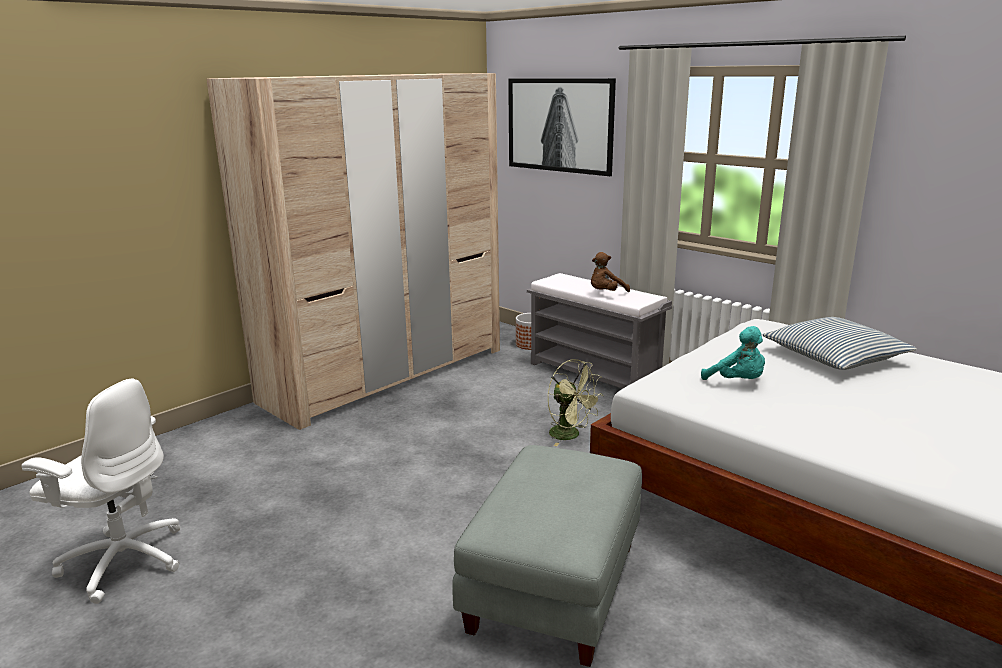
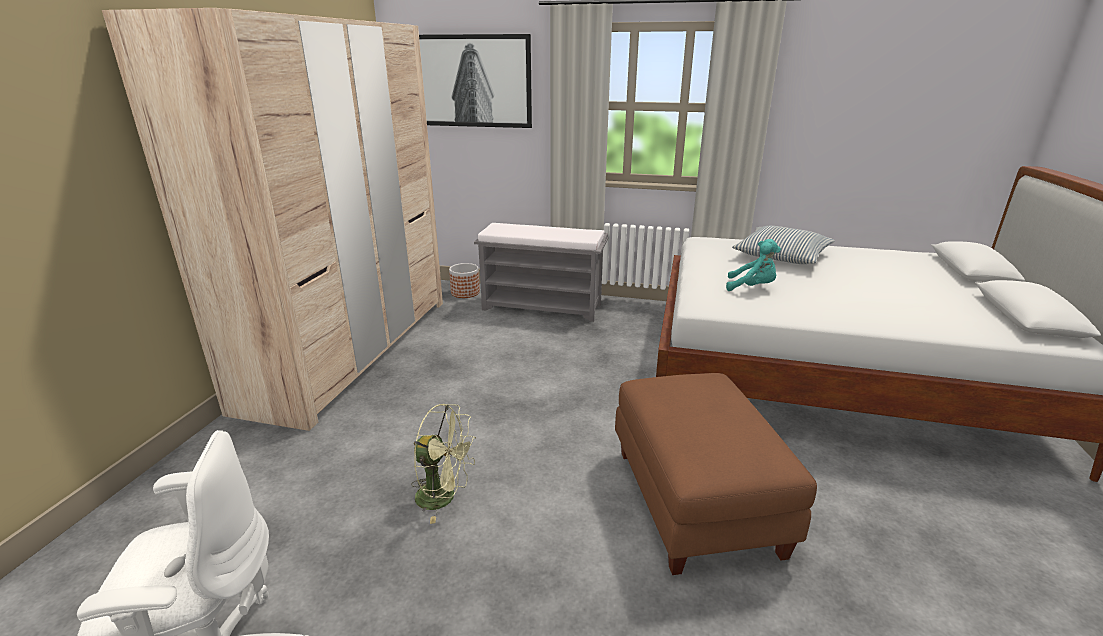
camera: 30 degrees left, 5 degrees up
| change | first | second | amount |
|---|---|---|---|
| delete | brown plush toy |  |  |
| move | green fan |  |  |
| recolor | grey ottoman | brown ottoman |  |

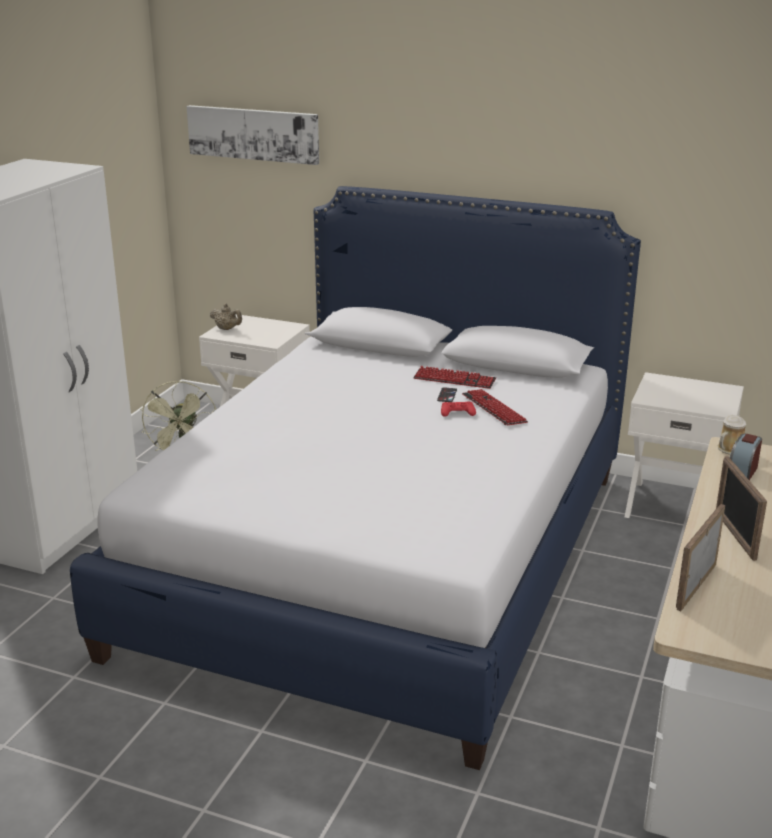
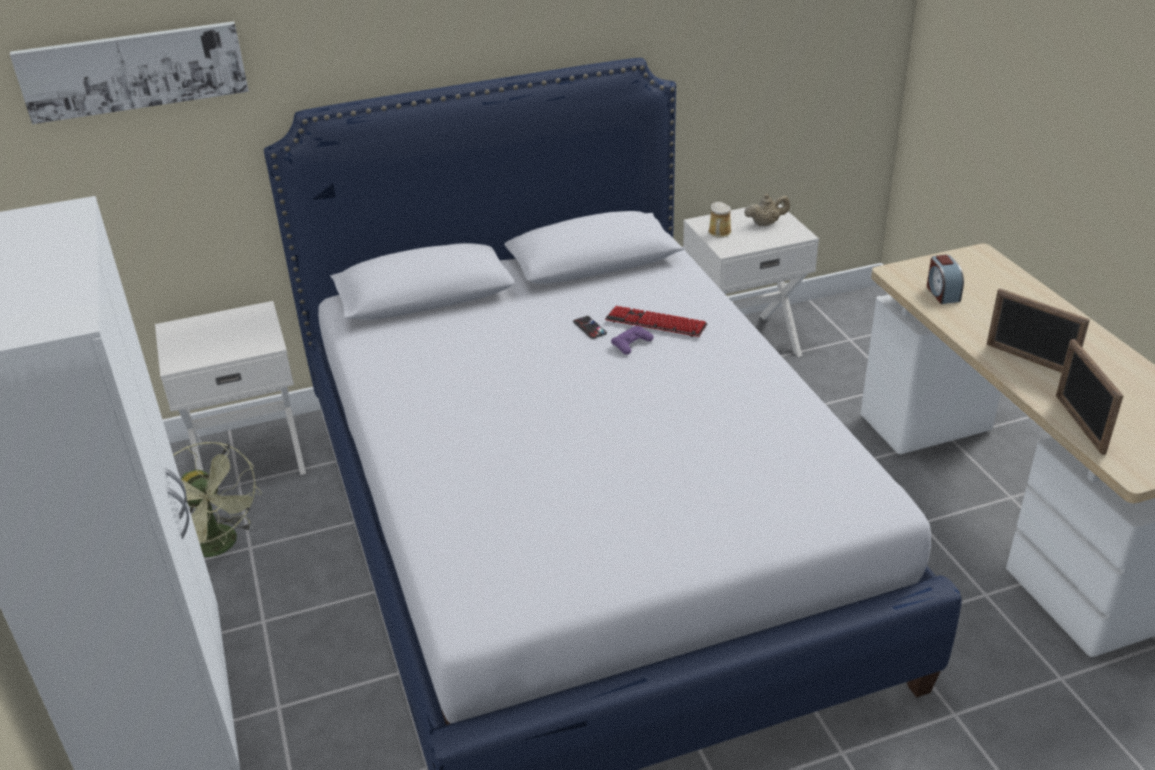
camera: 40 degrees left, 10 degrees up
| change | first | second | amount |
|---|---|---|---|
| delete | keyboard (1st from left) |  |  |
| move | beige teapot |  |  |
| move | mug |  |  |
| recolor | red game controller | purple game controller |  |

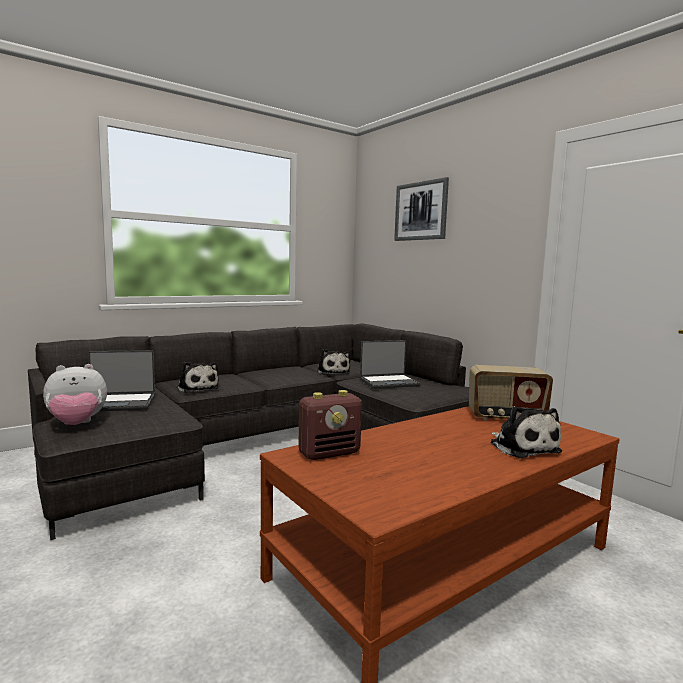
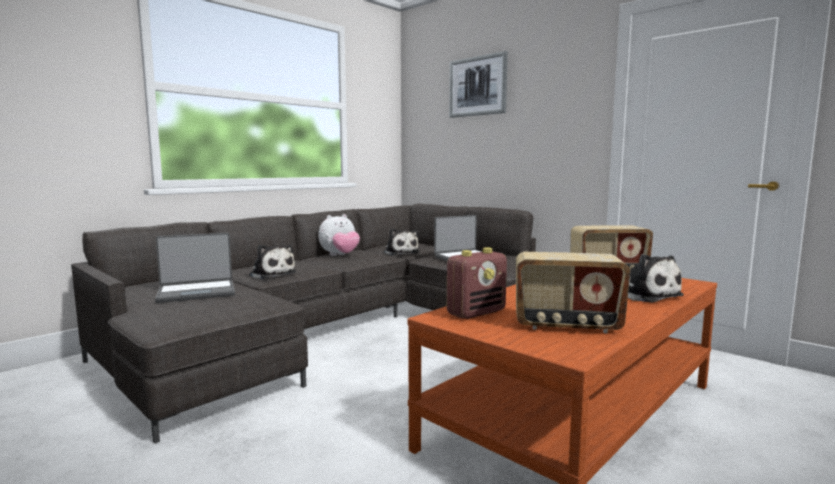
camera: 10 degrees left, 0 degrees up
| change | first | second | amount |
|---|---|---|---|
| insert |  | radio (2nd from left) |  |
| move | plush toy (1st from left in the first image) | plush toy (2nd from left) |  |

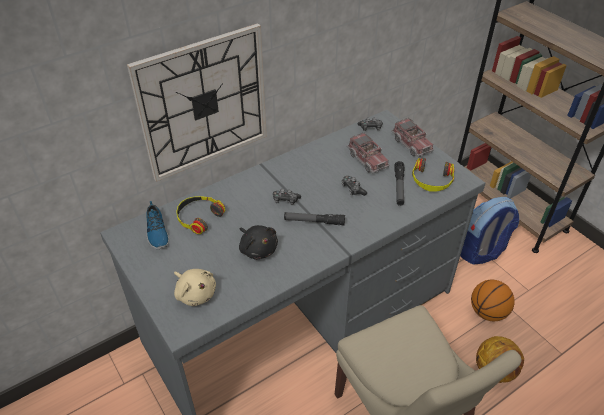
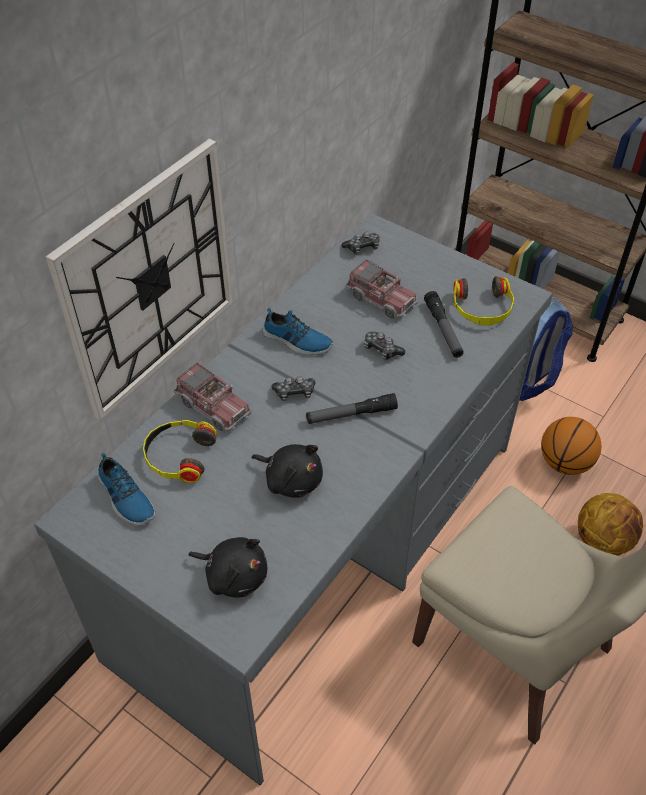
camera: 20 degrees left, 5 degrees up
| change | first | second | amount |
|---|---|---|---|
| insert |  | shoe (2nd from left) |  |
| move | toy truck (2nd from left in the first image) | toy truck (1st from left) |  |
| recolor | beige plush toy | black plush toy (1st from left) |  |

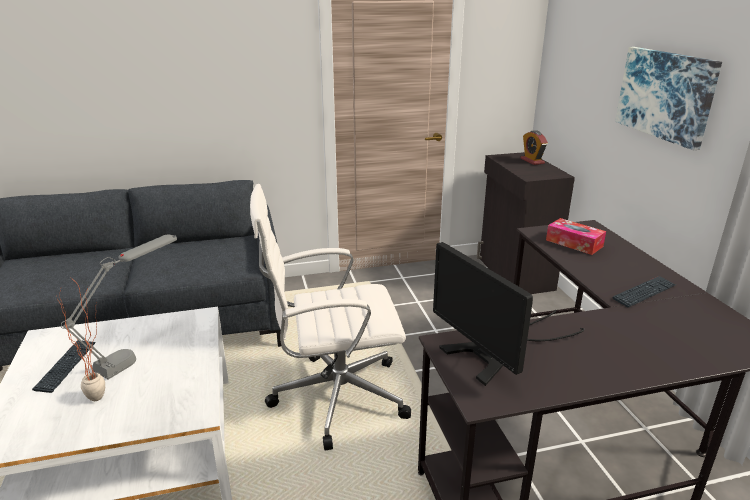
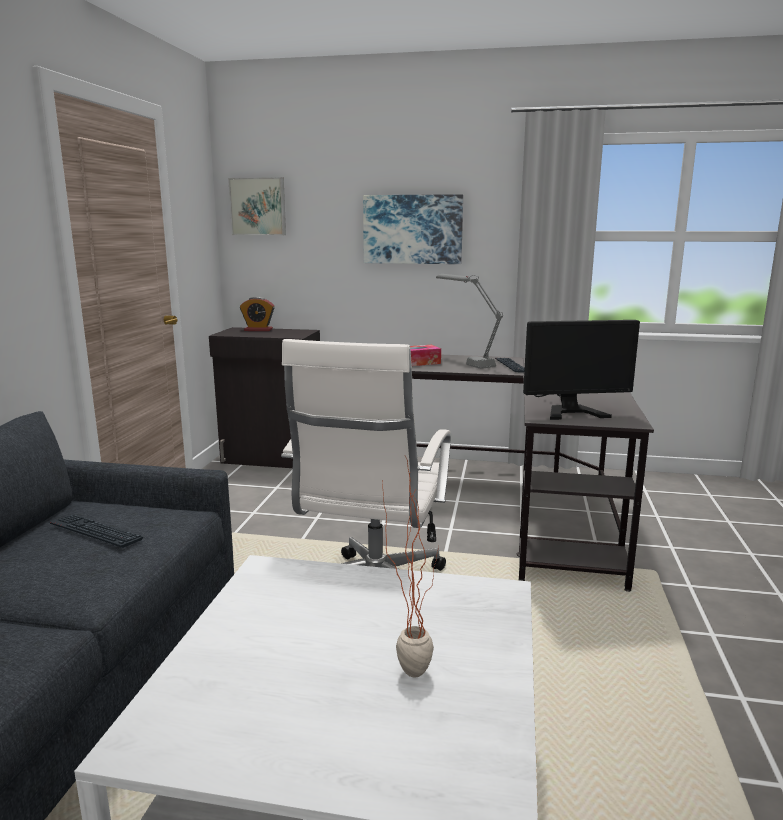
camera: 65 degrees left, 10 degrees down
| change | first | second | amount |
|---|---|---|---|
| insert |  | picture (1st from left) |  |
| move | keyboard (1st from left) |  |  |
| move | grey table lamp |  |  |

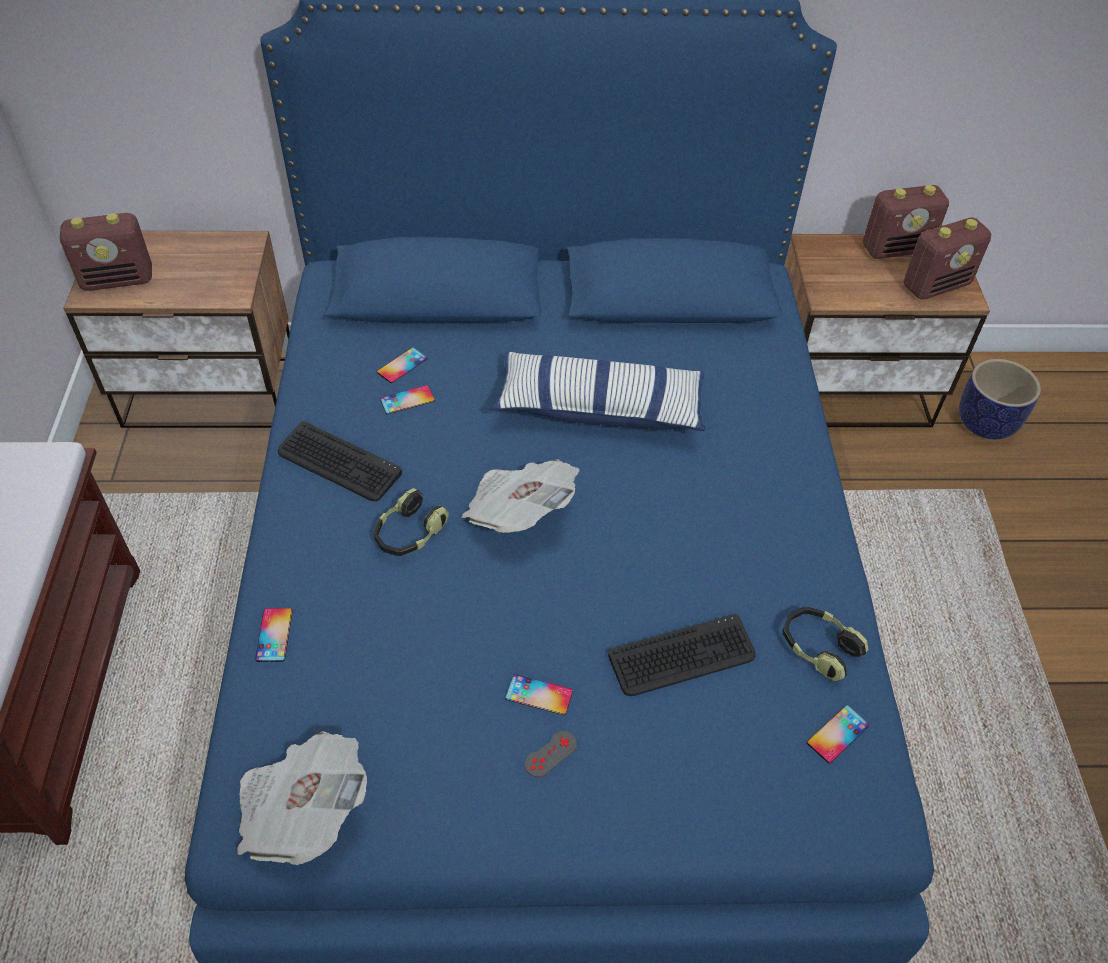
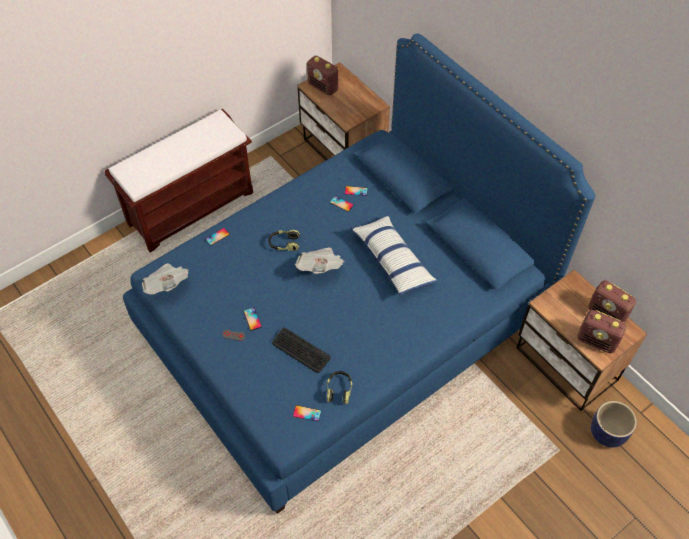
camera: 55 degrees right, 5 degrees up
| change | first | second | amount |
|---|---|---|---|
| delete | keyboard (1st from left) |  |  |

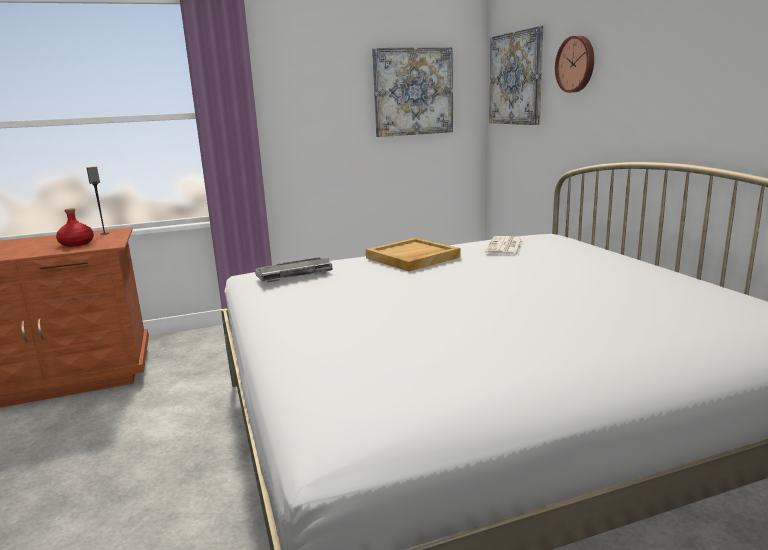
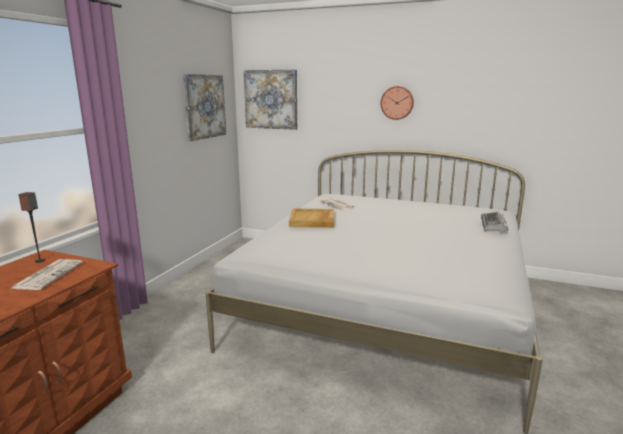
camera: 50 degrees left, 0 degrees up
| change | first | second | amount |
|---|---|---|---|
| move | keyboard |  |  |
| move | wall clock |  |  |
| replace | red bottle | newspaper (1st from left) |  |

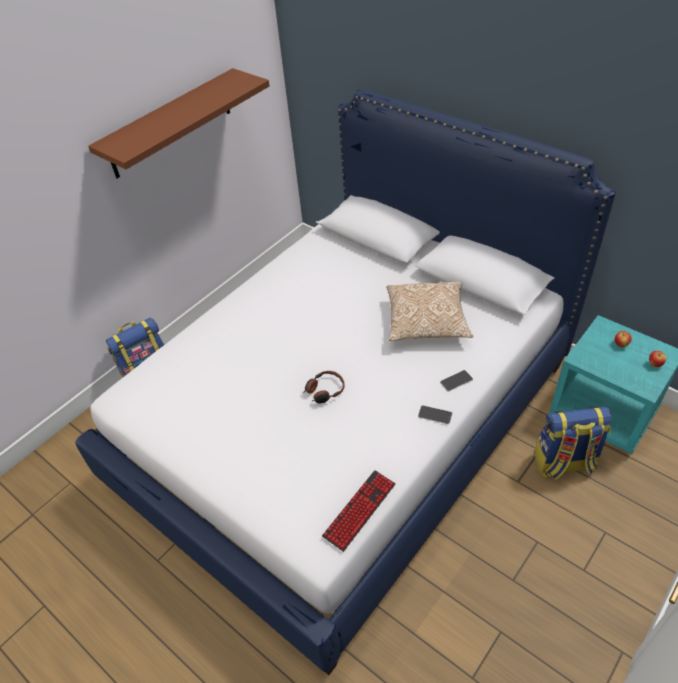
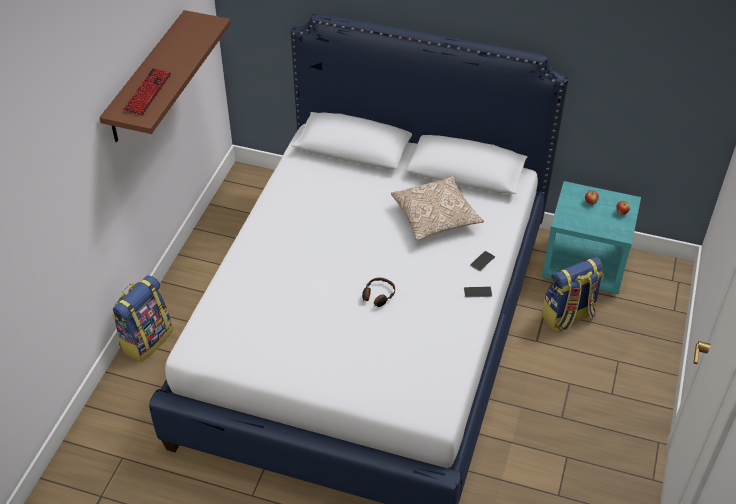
camera: 25 degrees left, 0 degrees up
| change | first | second | amount |
|---|---|---|---|
| move | keyboard |  |  |

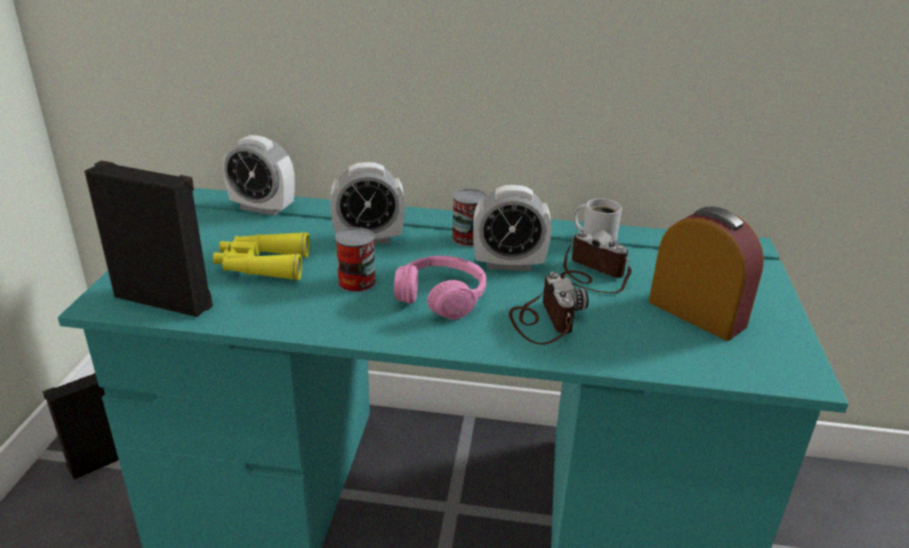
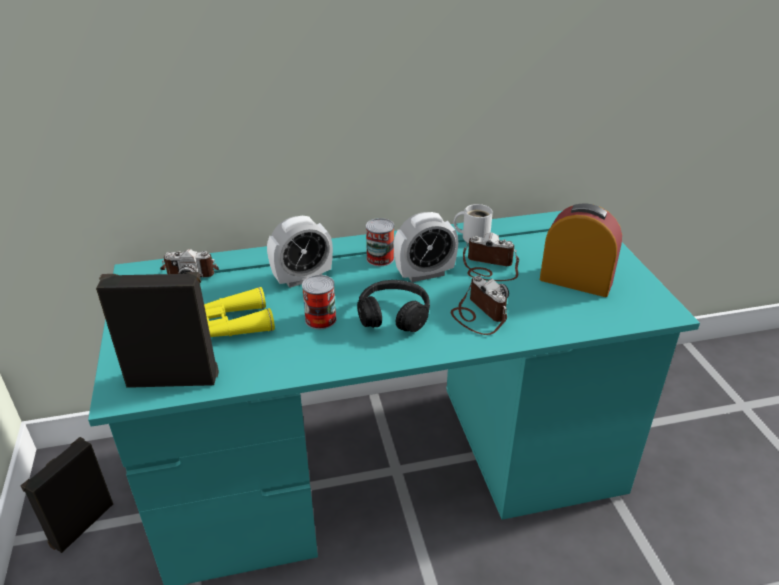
camera: 20 degrees left, 5 degrees up
| change | first | second | amount |
|---|---|---|---|
| replace | alarm clock (1st from left) | photo camera (1st from left) |  |
| recolor | pink headphones | black headphones |  |

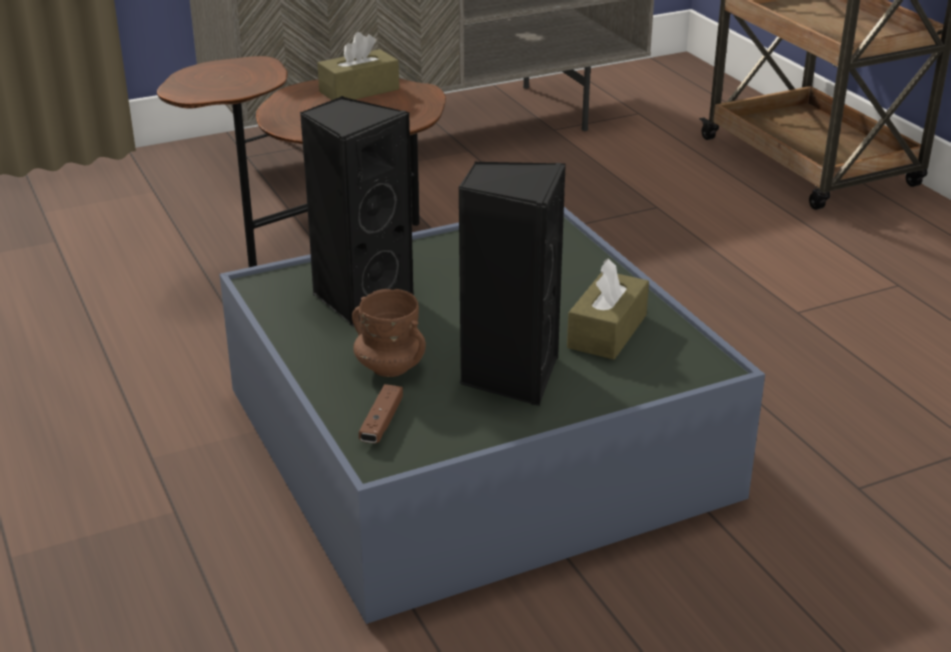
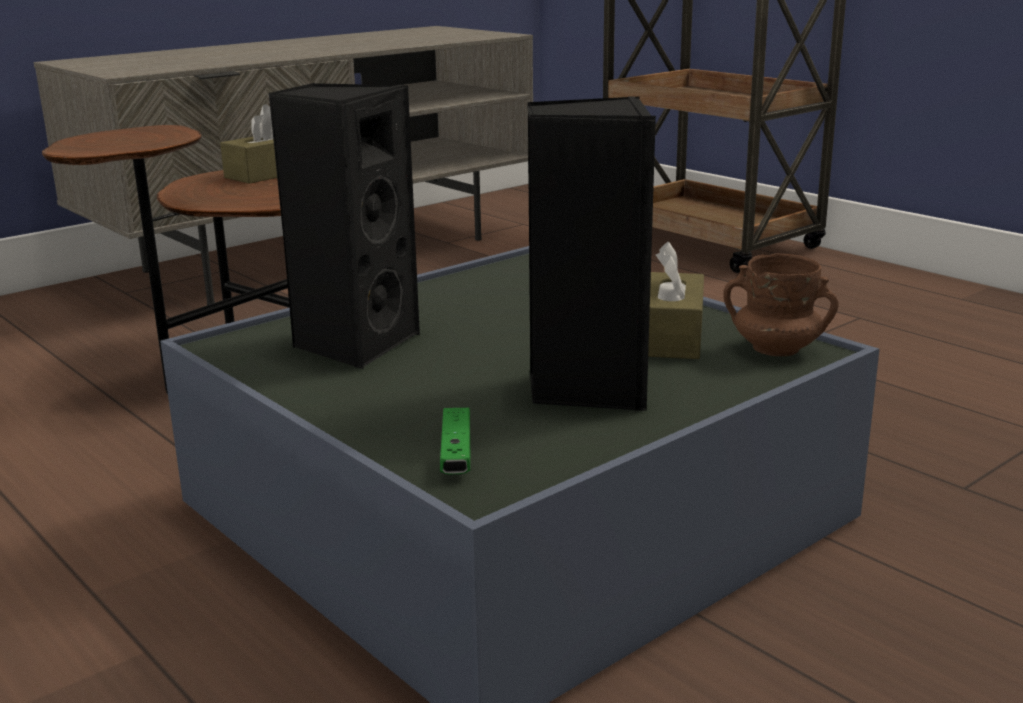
camera: 15 degrees left, 10 degrees down
| change | first | second | amount |
|---|---|---|---|
| move | brown mug |  |  |
| recolor | brown game controller | green game controller |  |

